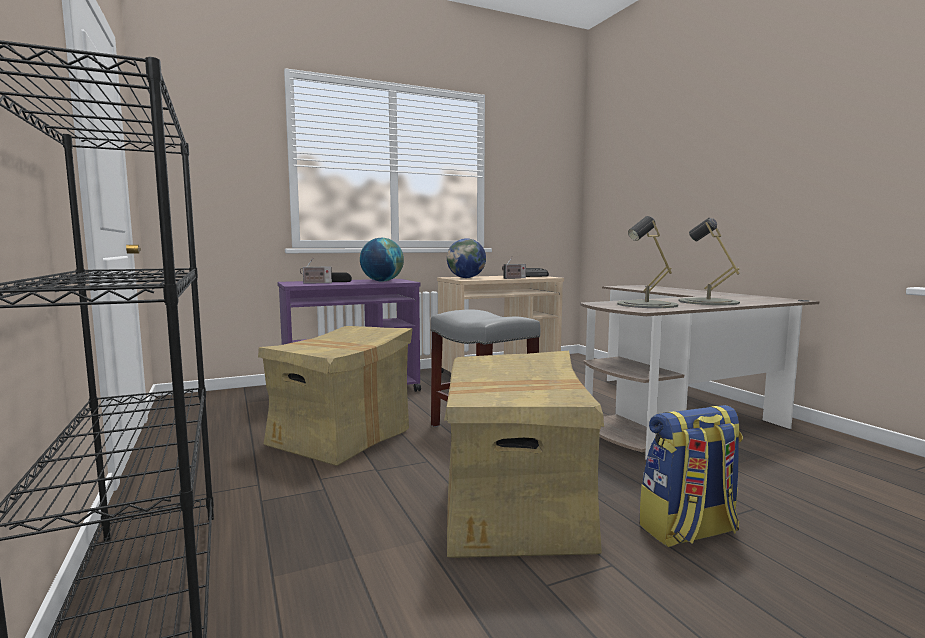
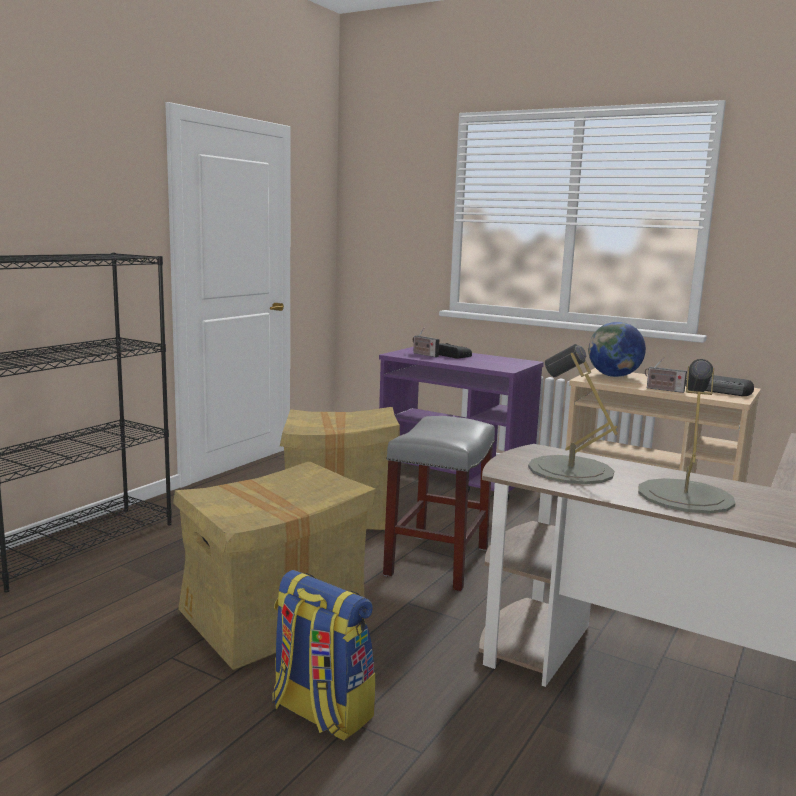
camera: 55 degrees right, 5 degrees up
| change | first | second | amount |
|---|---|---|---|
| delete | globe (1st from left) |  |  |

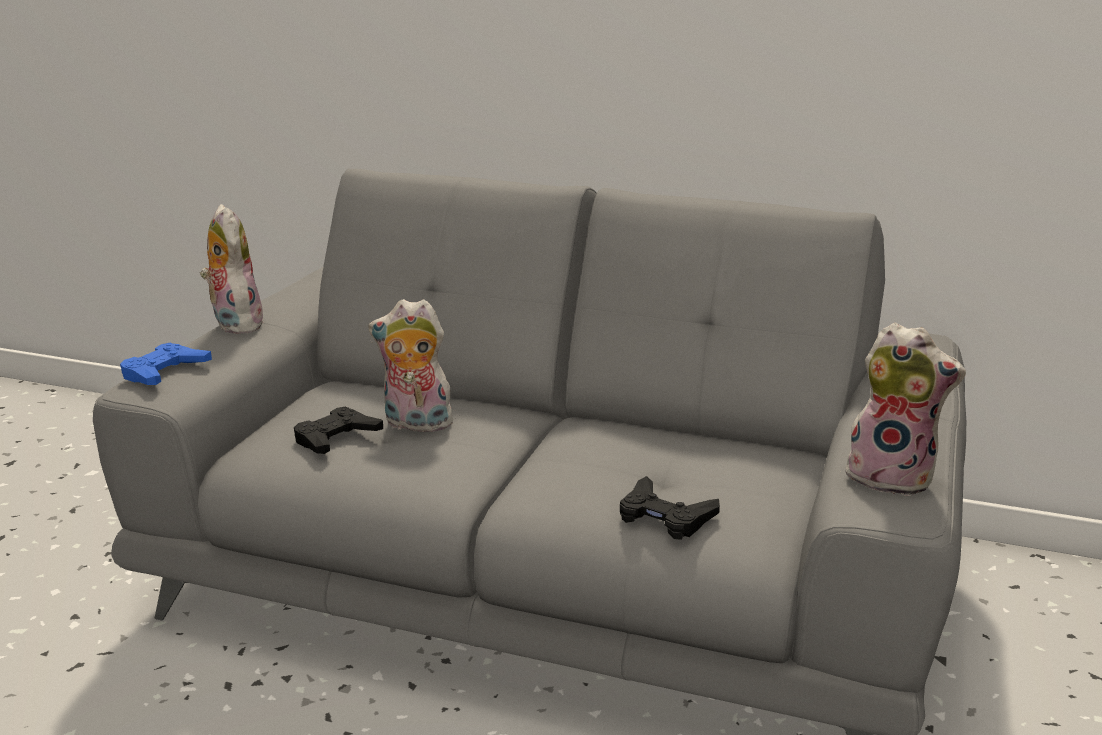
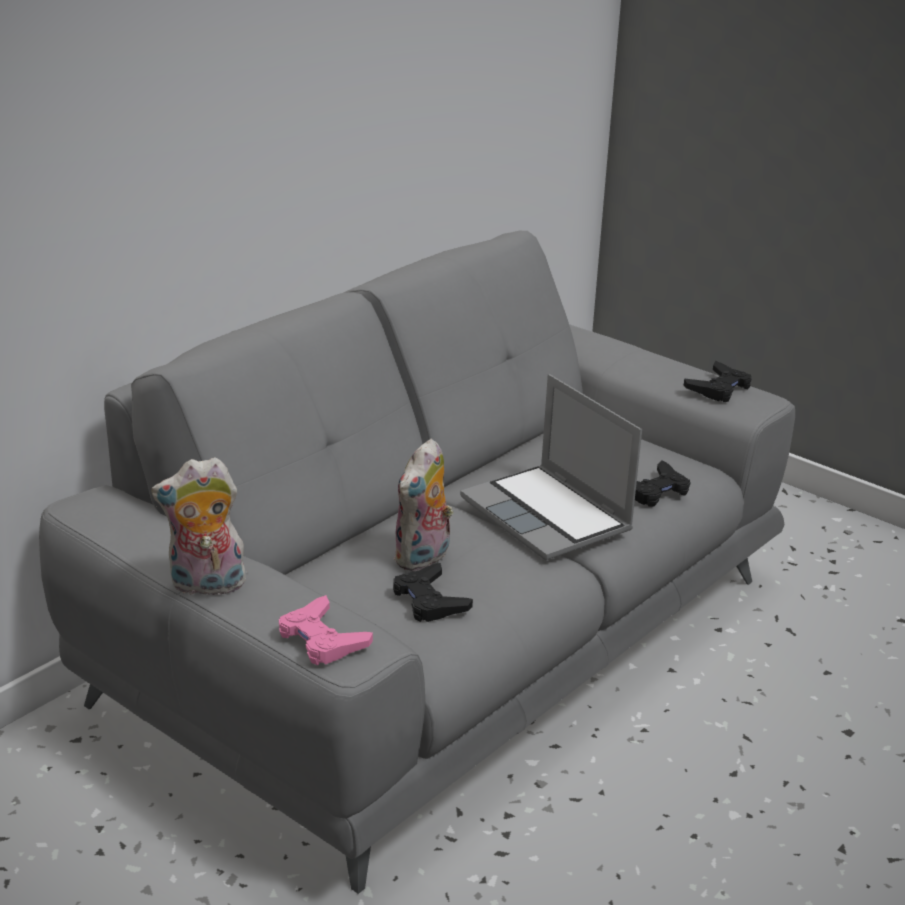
camera: 70 degrees left, 5 degrees up
| change | first | second | amount |
|---|---|---|---|
| insert |  | laptop |  |
| replace | plush toy (3rd from left) | black game controller (3rd from left) |  |
| recolor | blue game controller | pink game controller |  |

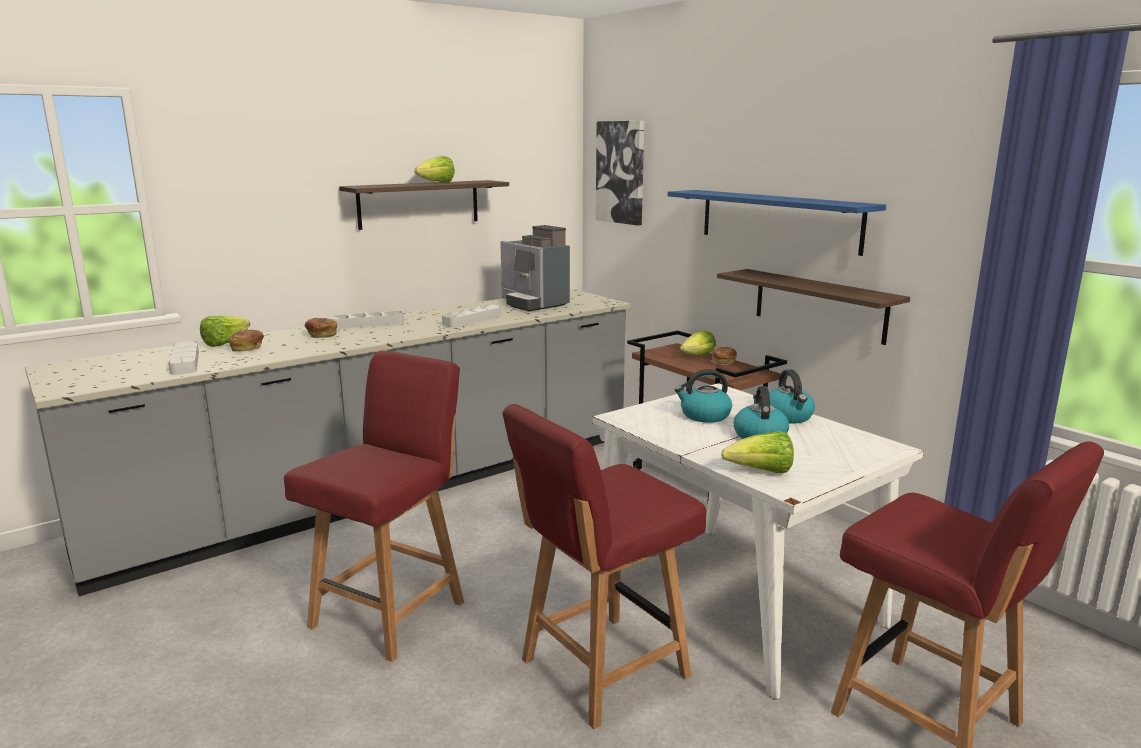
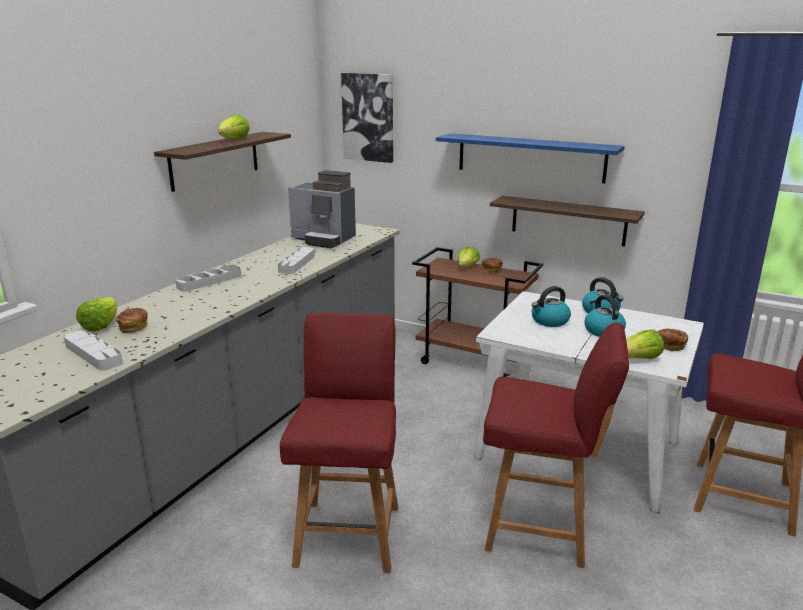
camera: 25 degrees left, 5 degrees up
| change | first | second | amount |
|---|---|---|---|
| move | bread (2nd from left in the first image) | bread (3rd from left) |  |
| rotate | red chair (2nd from left) |  | 105 degrees counterclockwise |

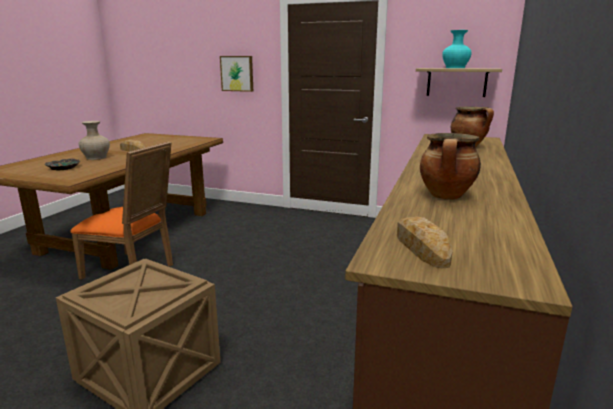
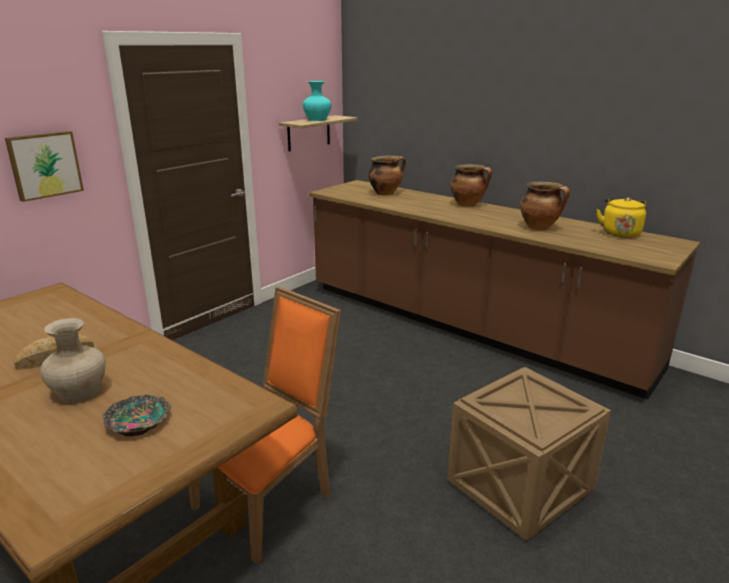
camera: 70 degrees left, 5 degrees up
| change | first | second | amount |
|---|---|---|---|
| delete | bread (2nd from left) |  |  |
| insert |  | cooking pot (2nd from left) |  |
| insert |  | yellow kettle |  |

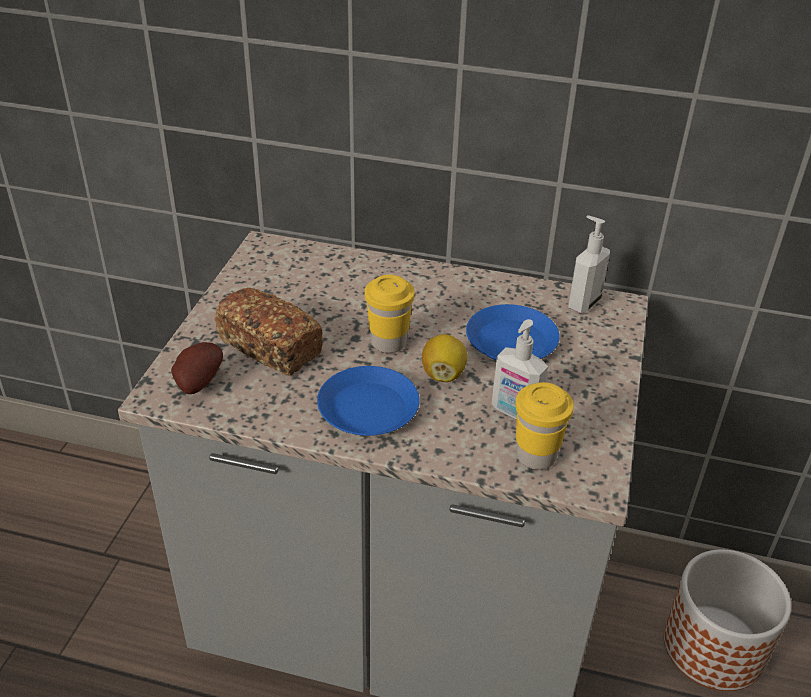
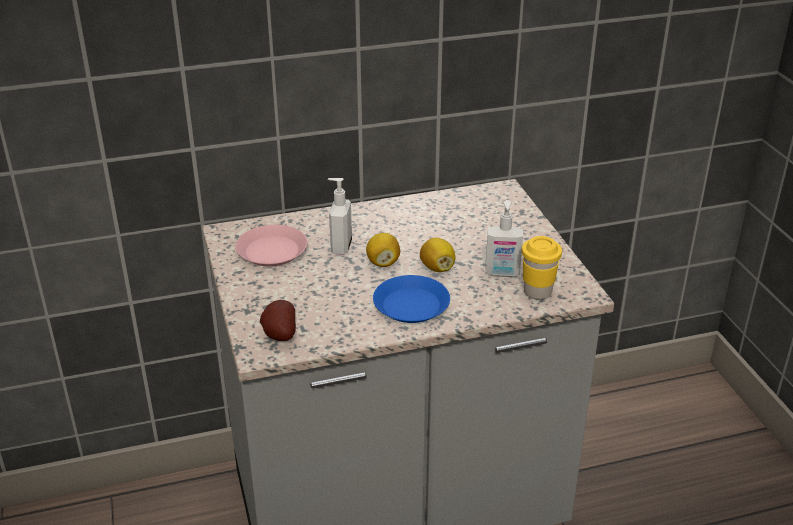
camera: 30 degrees left, 5 degrees down
| change | first | second | amount |
|---|---|---|---|
| delete | bread |  |  |
| delete | blue plate (2nd from left) |  |  |
| delete | planter |  |  |
| insert |  | pink plate |  |
| move | soap dispenser (2nd from left in the first image) | soap dispenser (1st from left) |  |
| replace | yellow cup (1st from left) | lemon (1st from left) |  |

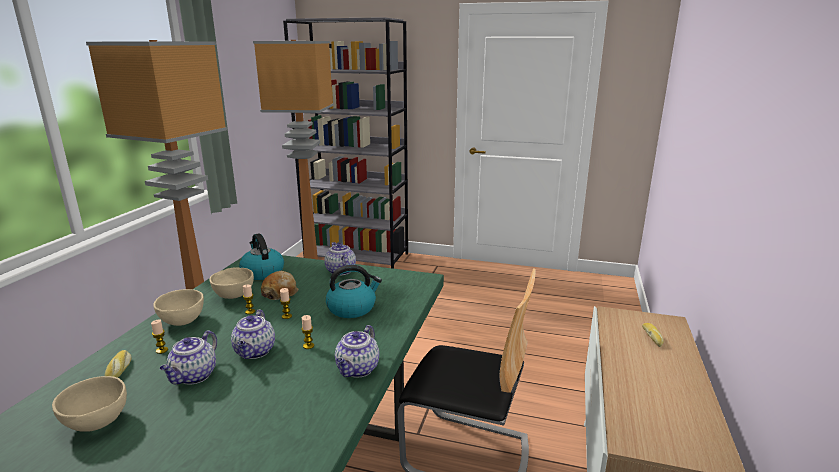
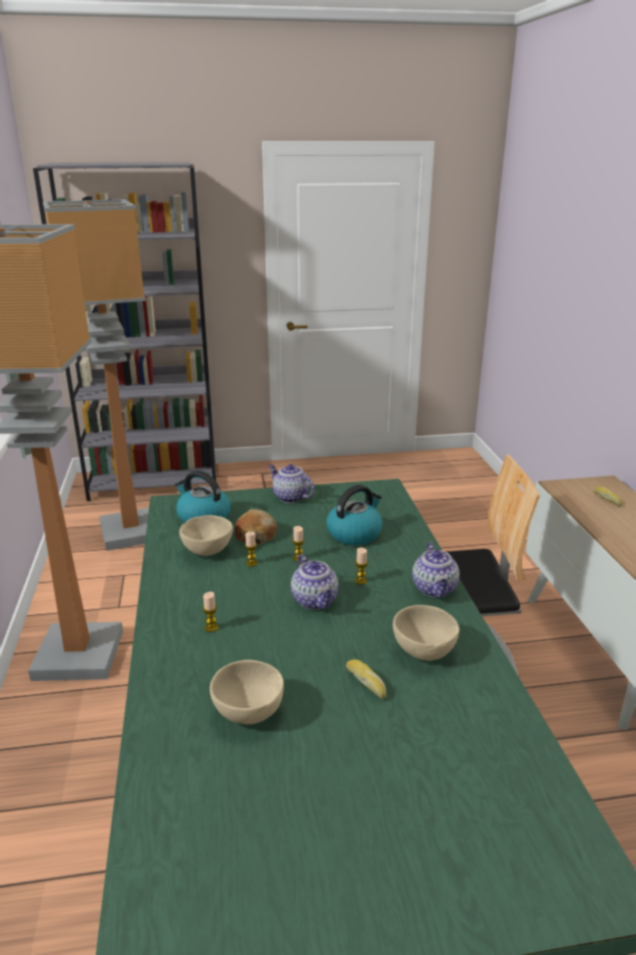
camera: 25 degrees left, 5 degrees up
| change | first | second | amount |
|---|---|---|---|
| delete | teapot (1st from left) |  |  |
| move | bread (1st from left in the first image) | bread (2nd from left) |  |
| move | beige bowl (2nd from left in the first image) | beige bowl (3rd from left) |  |

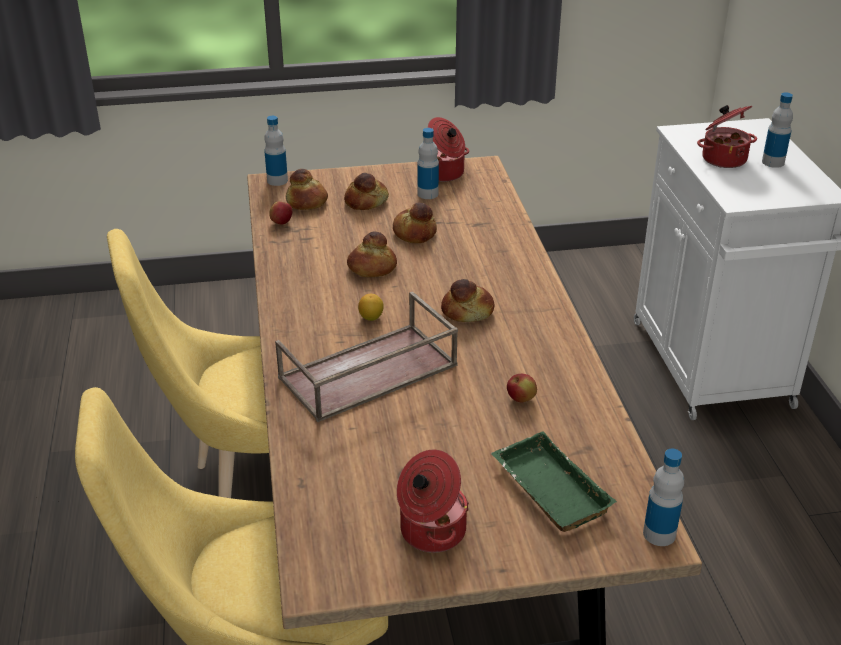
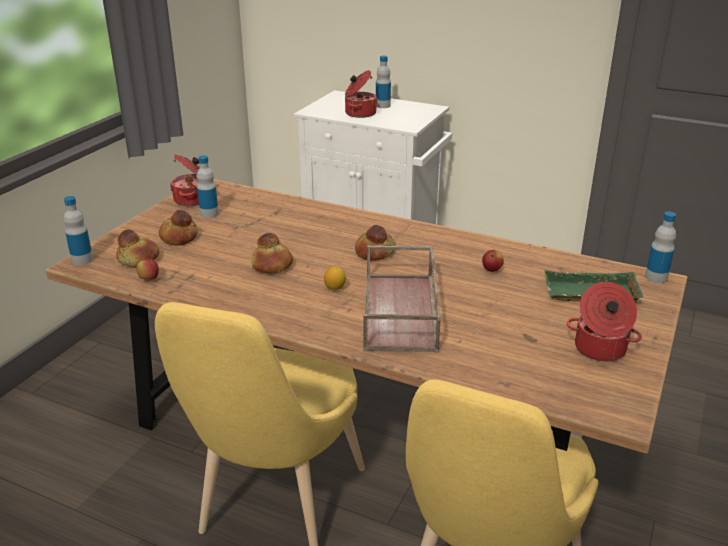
camera: 55 degrees left, 5 degrees down
| change | first | second | amount |
|---|---|---|---|
| delete | bread (4th from left) |  |  |

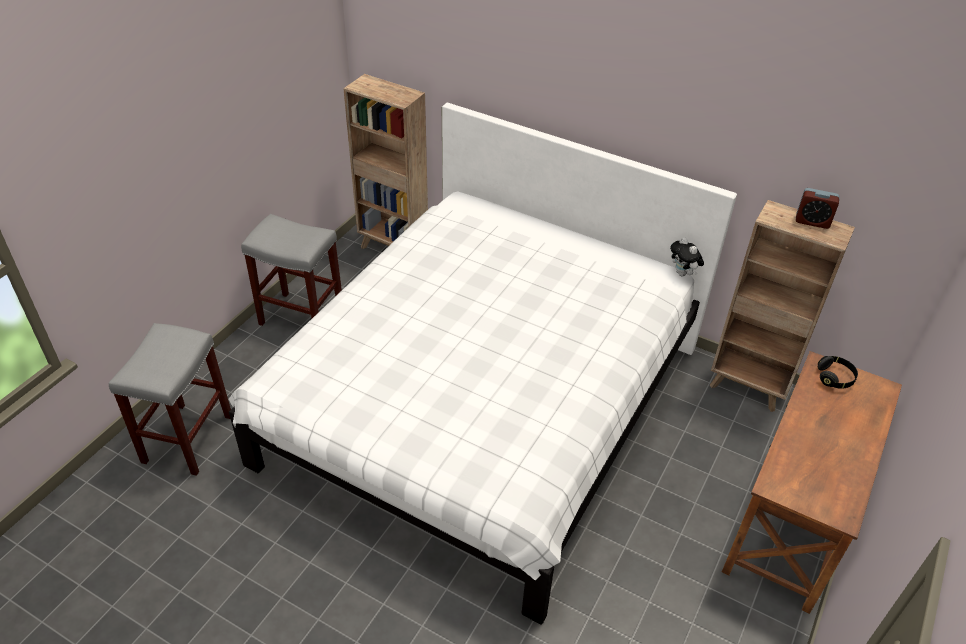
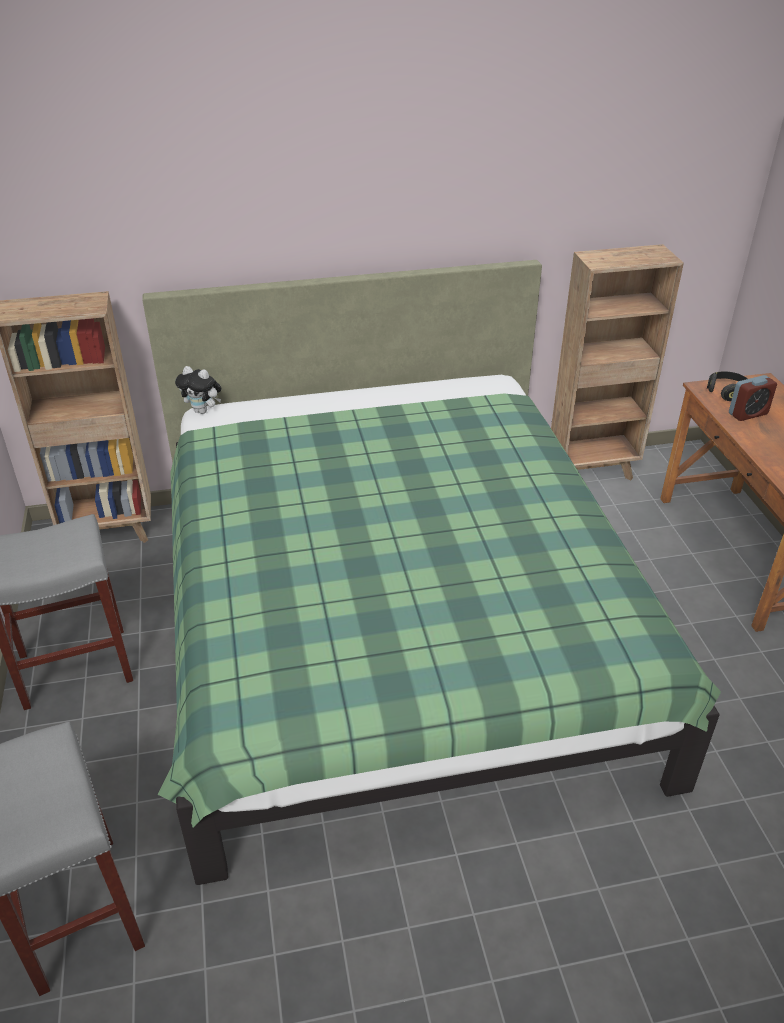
camera: 40 degrees left, 5 degrees down
| change | first | second | amount |
|---|---|---|---|
| move | plush toy |  |  |
| move | alarm clock |  |  |
| recolor | white bed | green bed |  |

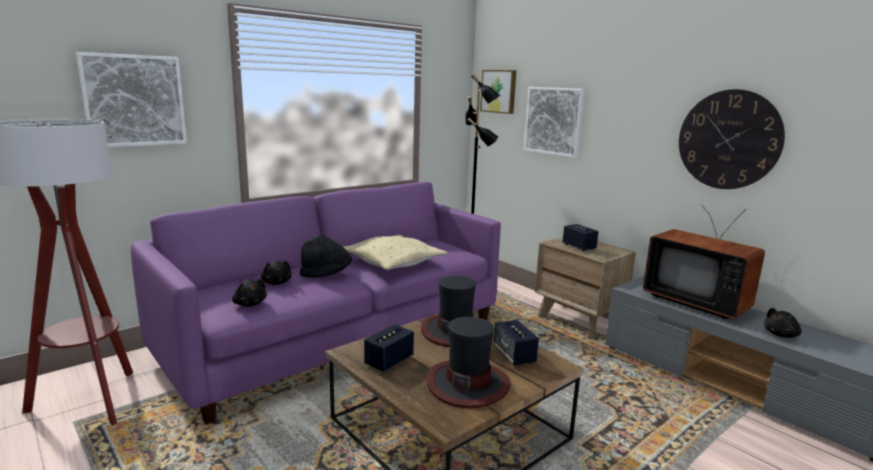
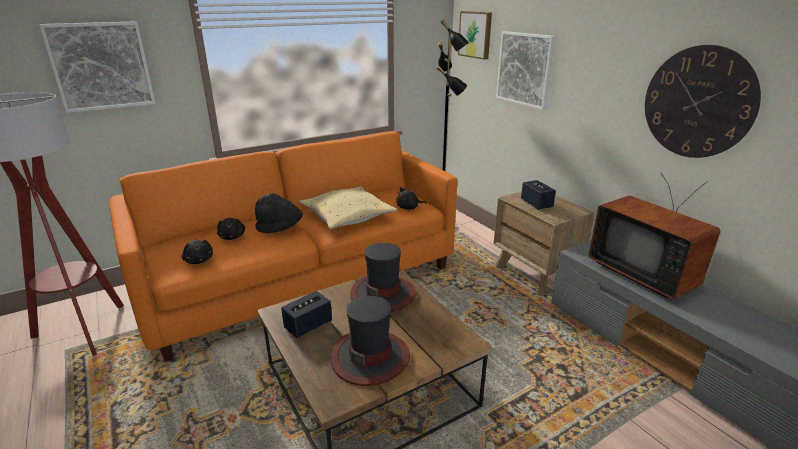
camera: 10 degrees right, 10 degrees up
| change | first | second | amount |
|---|---|---|---|
| delete | speaker (2nd from left) |  |  |
| move | black plush toy (3rd from left) |  |  |
| recolor | purple sofa | orange sofa |  |

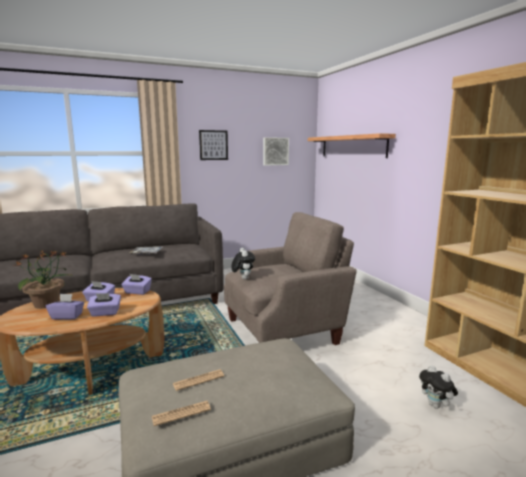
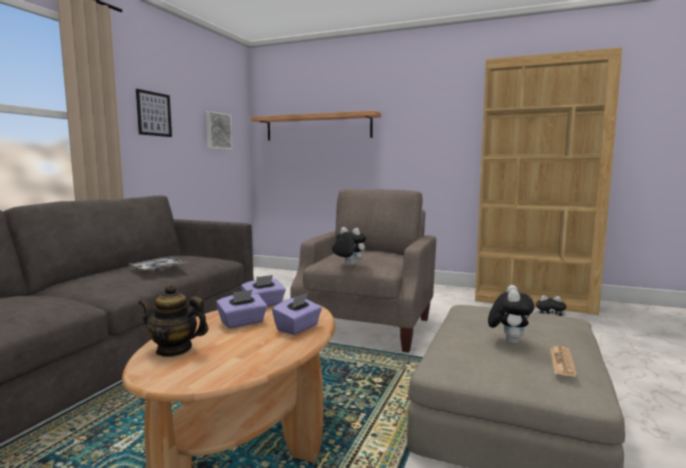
camera: 45 degrees left, 5 degrees down
| change | first | second | amount |
|---|---|---|---|
| delete | purple tissue box (1st from left) |  |  |
| replace | potted plant | teapot |  |
| replace | newspaper (2nd from left) | plush toy (2nd from left) |  |

